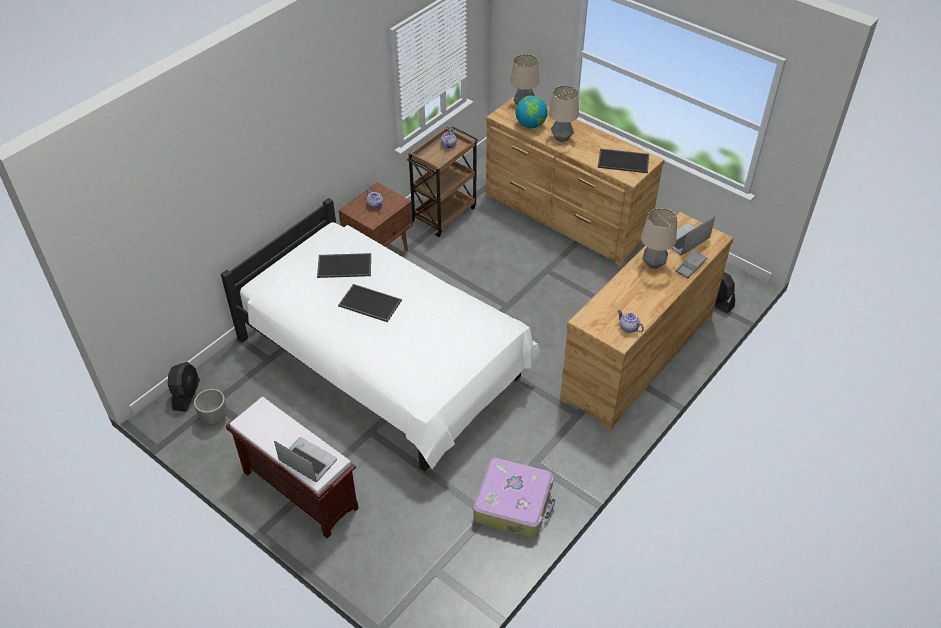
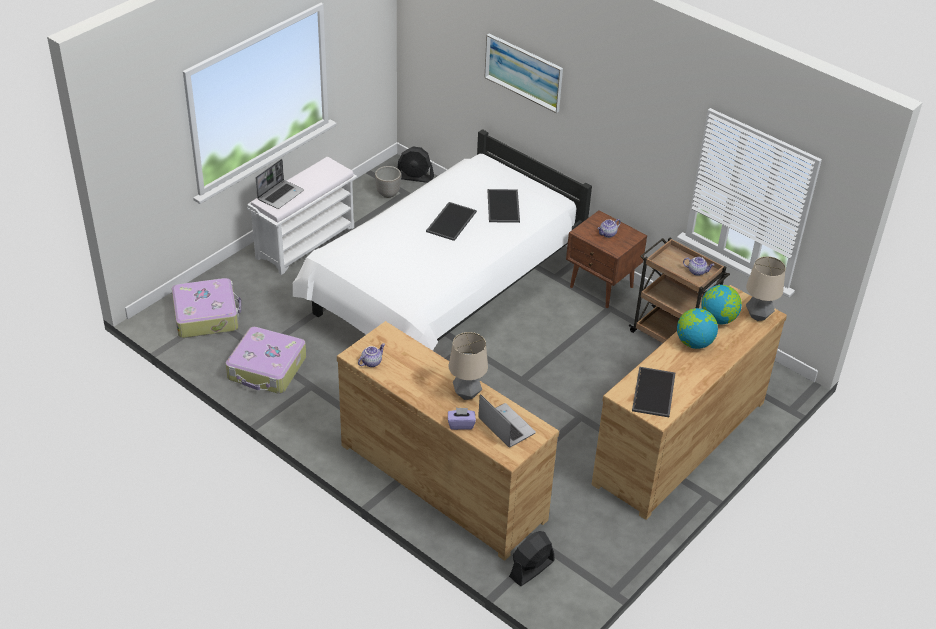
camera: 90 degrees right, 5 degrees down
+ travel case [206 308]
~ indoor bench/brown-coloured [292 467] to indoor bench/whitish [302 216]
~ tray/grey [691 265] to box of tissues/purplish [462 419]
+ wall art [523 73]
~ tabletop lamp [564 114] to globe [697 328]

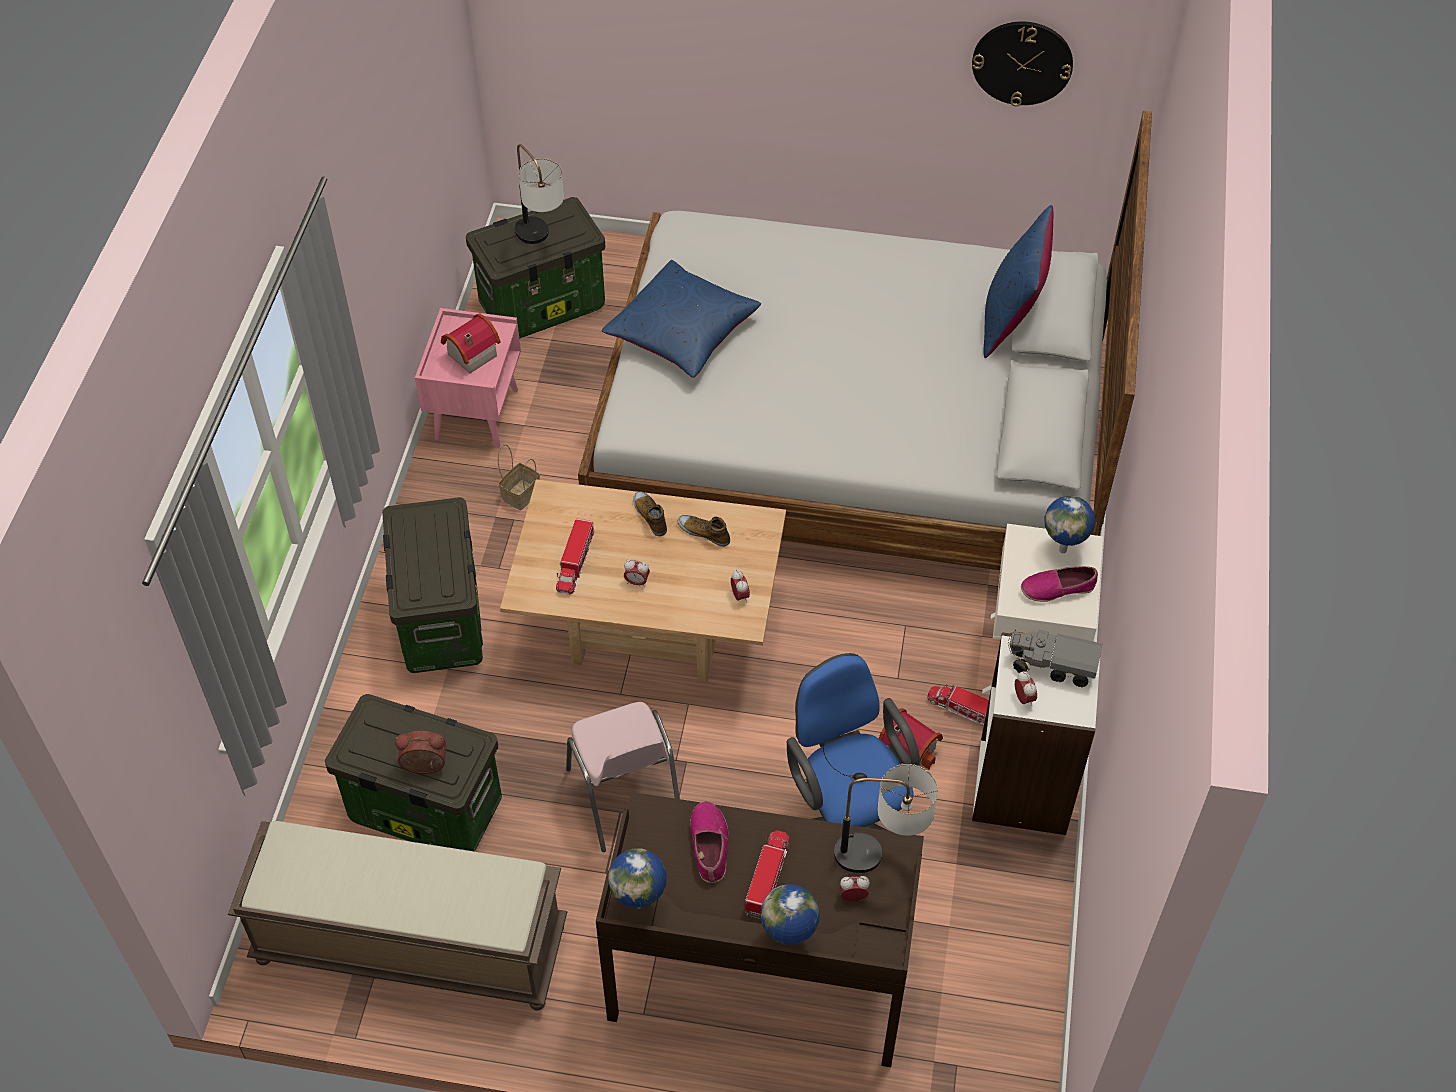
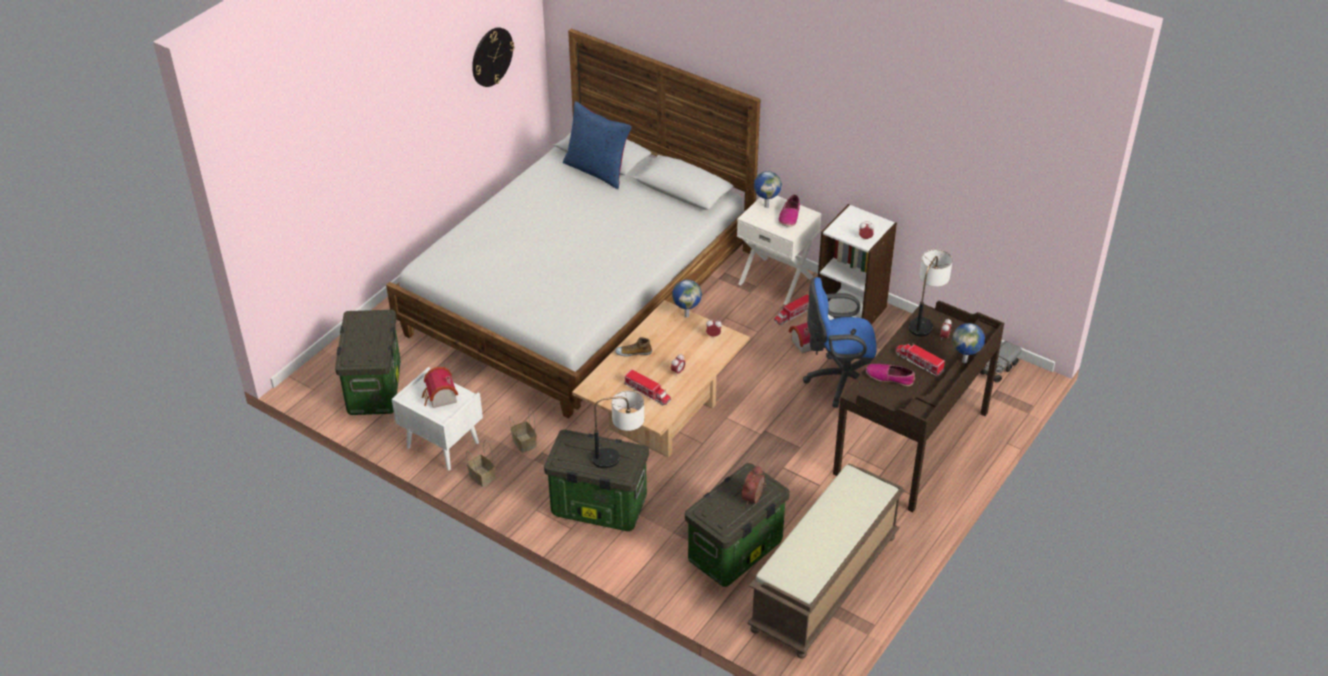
camera: 65 degrees left, 10 degrees down
~ bedside table/pinkish [468 378] to bedside table/whitish [437 419]
+ basket [481 463]
~ tabletop lamp [539 194] to [618 429]
~ globe [637 878] to [687 299]
~ model truck [1055 658] to [1001 361]
- plain chair/pinkish [623 777]
- pillow/bluish [681 319]
- item of footwear [704 531]

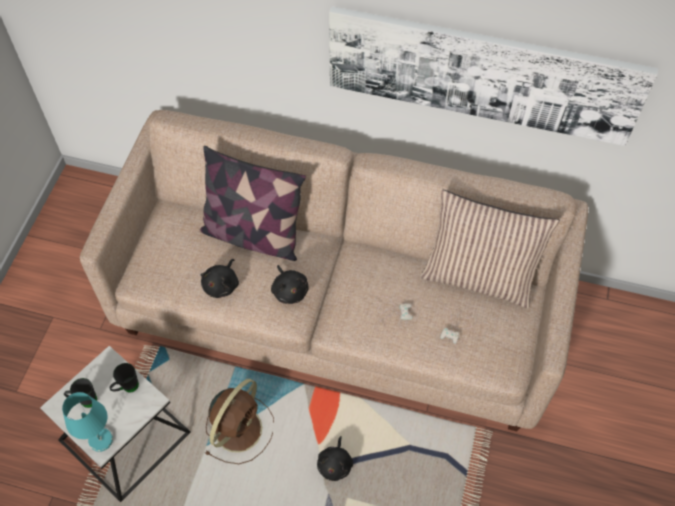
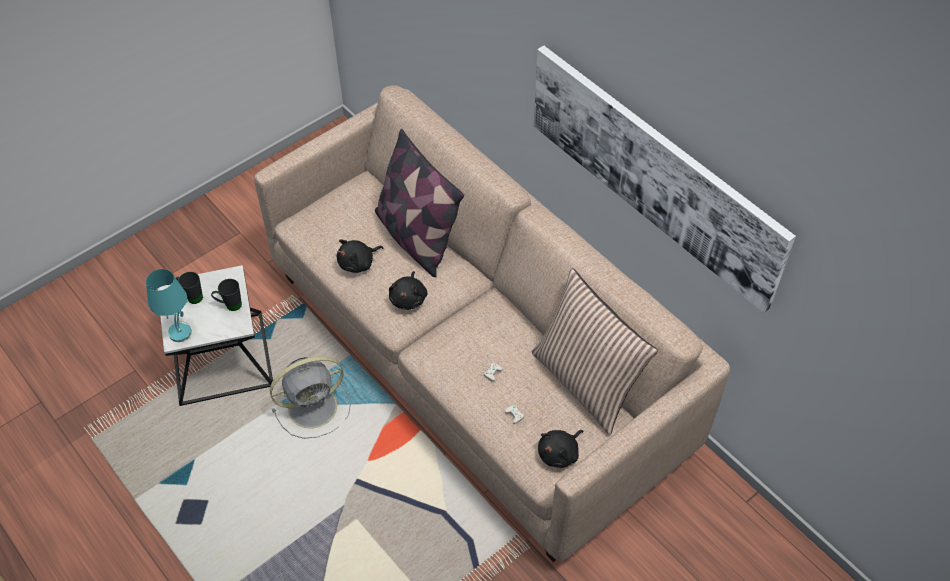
camera: 35 degrees right, 5 degrees down
~ cooling fan/brown-coloured [240 421] to cooling fan/grey [310 397]
~ plush toy/black [335 458] to [560 449]

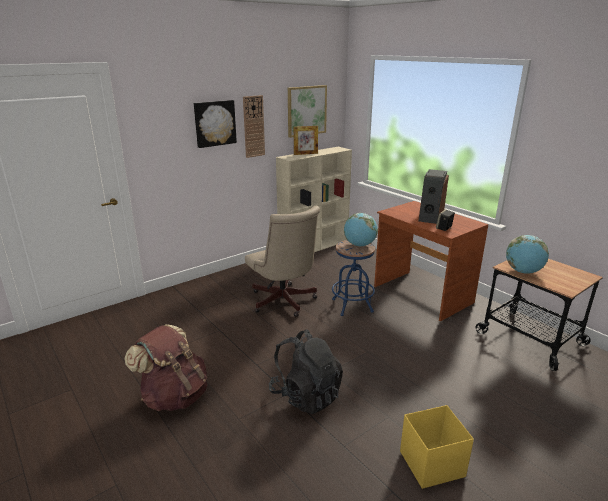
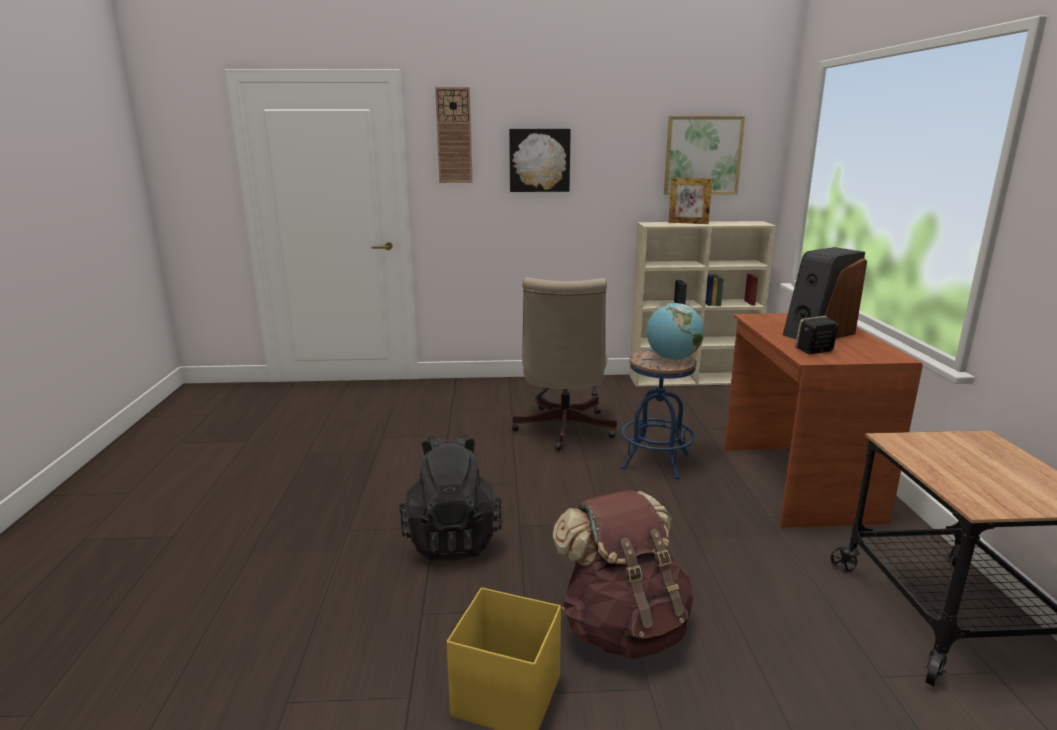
camera: 35 degrees right, 5 degrees down
~ hanging clock [254 126] to [454 135]
~ rucksack/brown-coloured [165 367] to [623 574]
- globe [527 254]

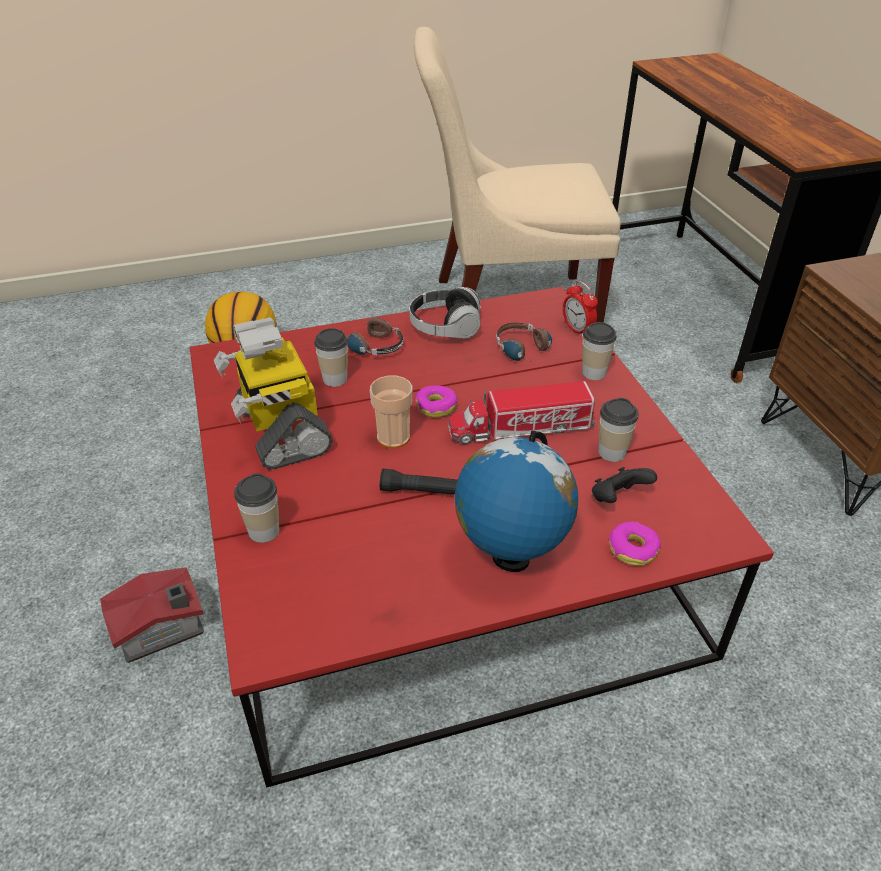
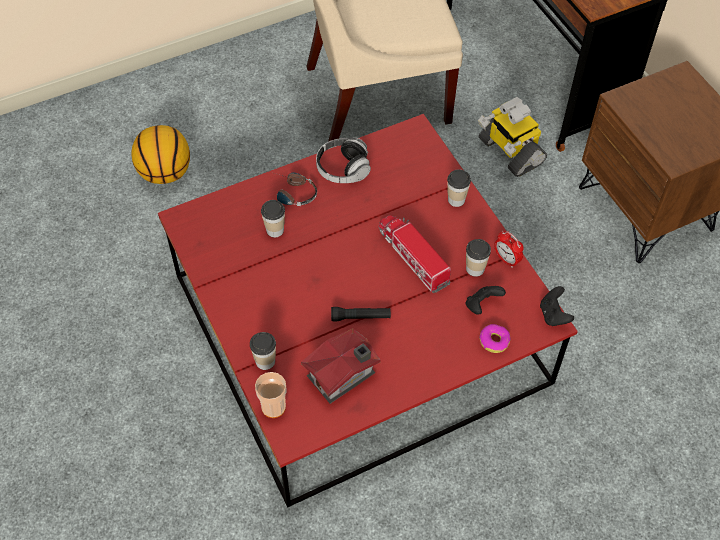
camera: 10 degrees left, 15 degrees up
~ small cup [391 412] to [271 395]
~ model house [152 615] to [340 366]
~ model truck [522 412] = [415 254] 75 degrees clockwise
~ model robot [273 393] to [512 137]
~ table clock [580 309] to [509 249]
+ gamepad/black [557 306]
- doughnut [436 401]
- globe [516 501]
- pair of headphones [524 344]

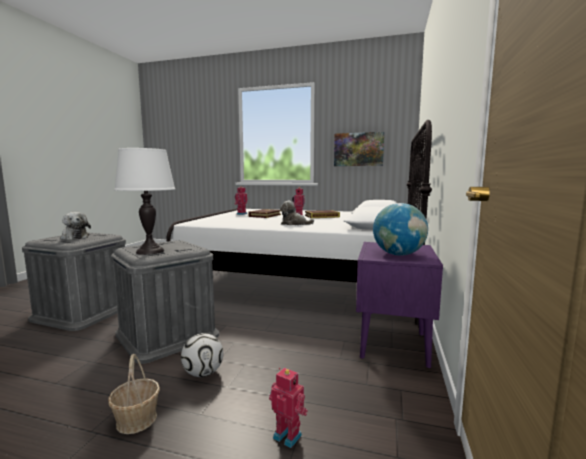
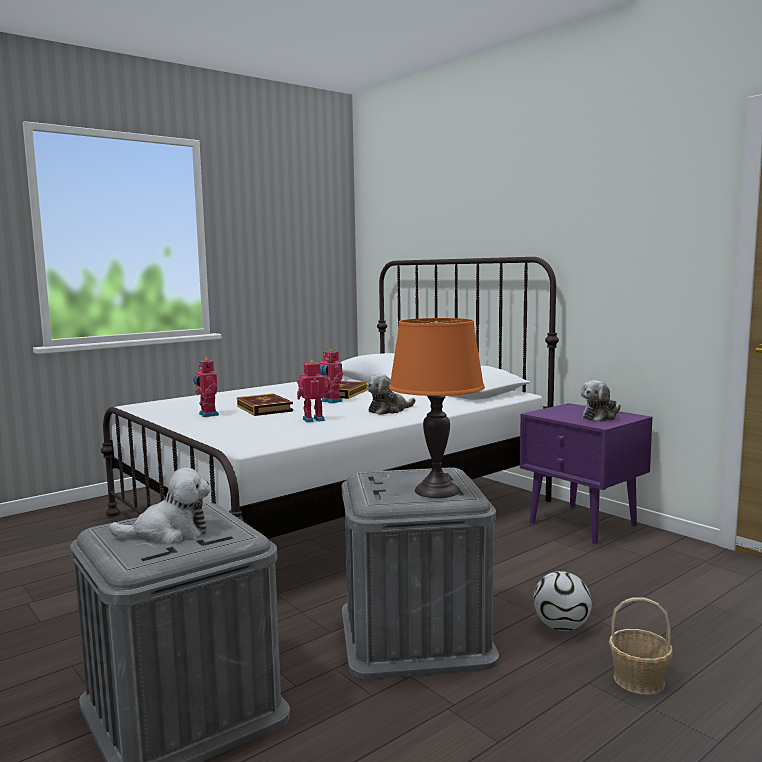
camera: 55 degrees left, 0 degrees up
~ model robot [288 408] to [312 391]
~ tabletop lamp/whitish [144 201] to tabletop lamp/orangey [437 408]
~ globe [400 229] to plush toy [601 401]
- wall art [359 149]

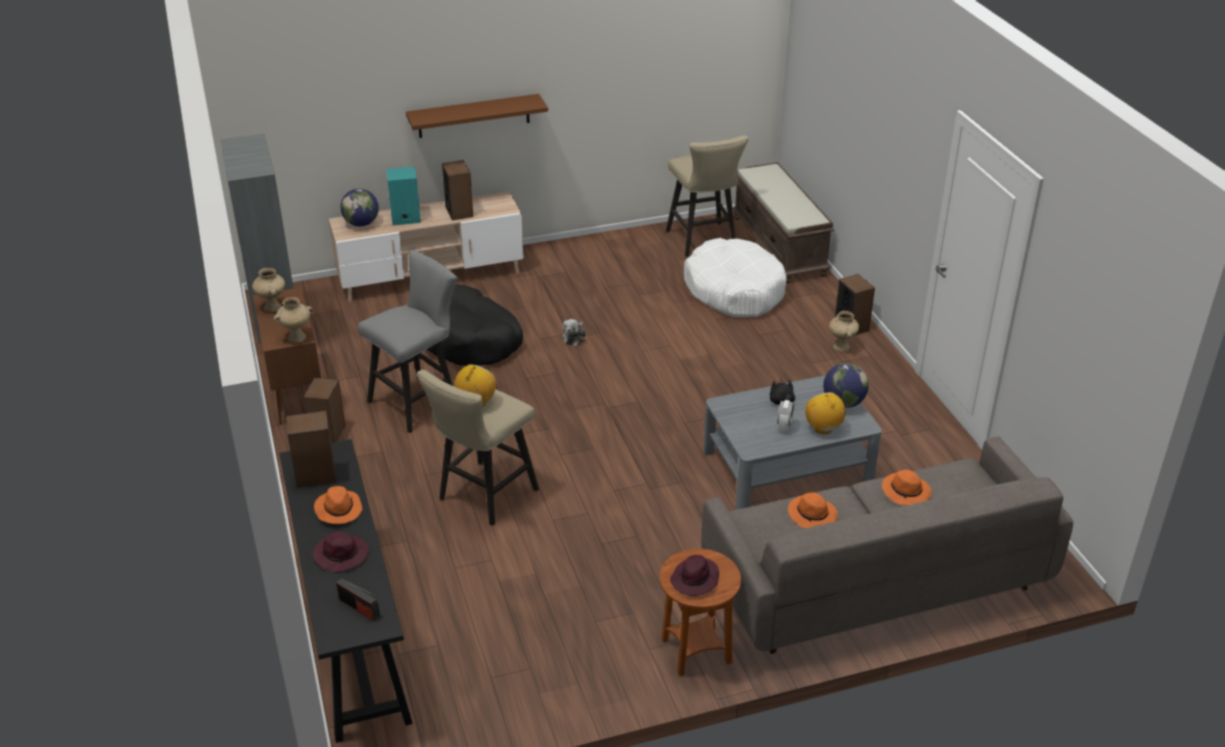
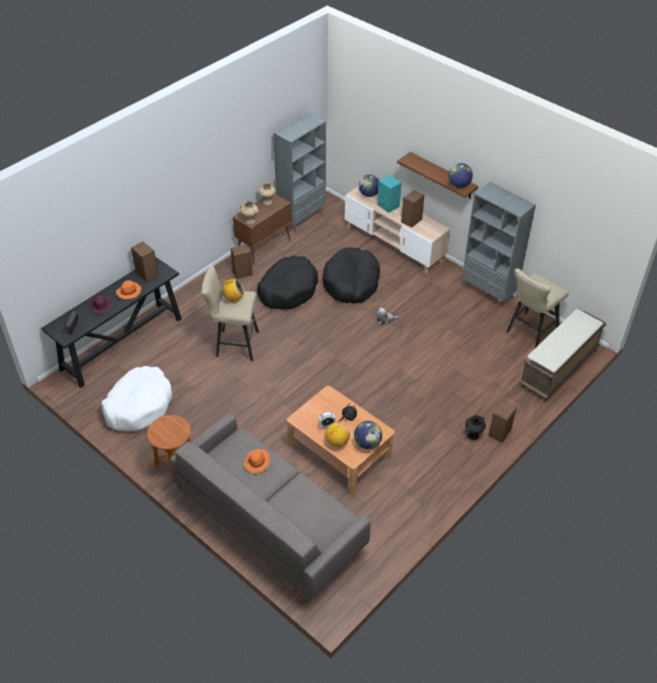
camera: 60 degrees right, 10 degrees up
~ dog bed/whitish [735 277] to [136 398]
~ stool/grey [407 341] to dog bed/black [287 282]
~ low table/grey [793 442] to low table/brown-coloured [341 439]
+ globe [460 175]
+ bookcase/grey [499 245]
~ flower vase/sand-coloured [844 331] to flower vase/black [475 427]
- clothing hat/purplish [694 575]
- clothing hat/orangey [906 487]

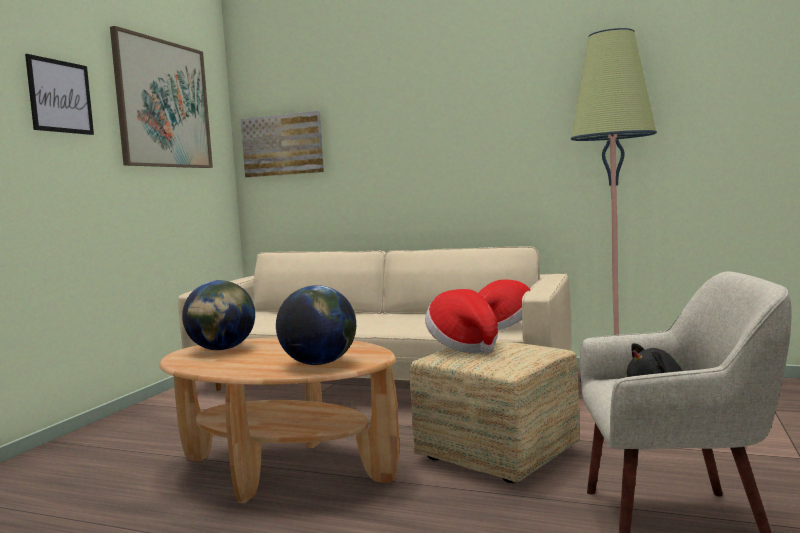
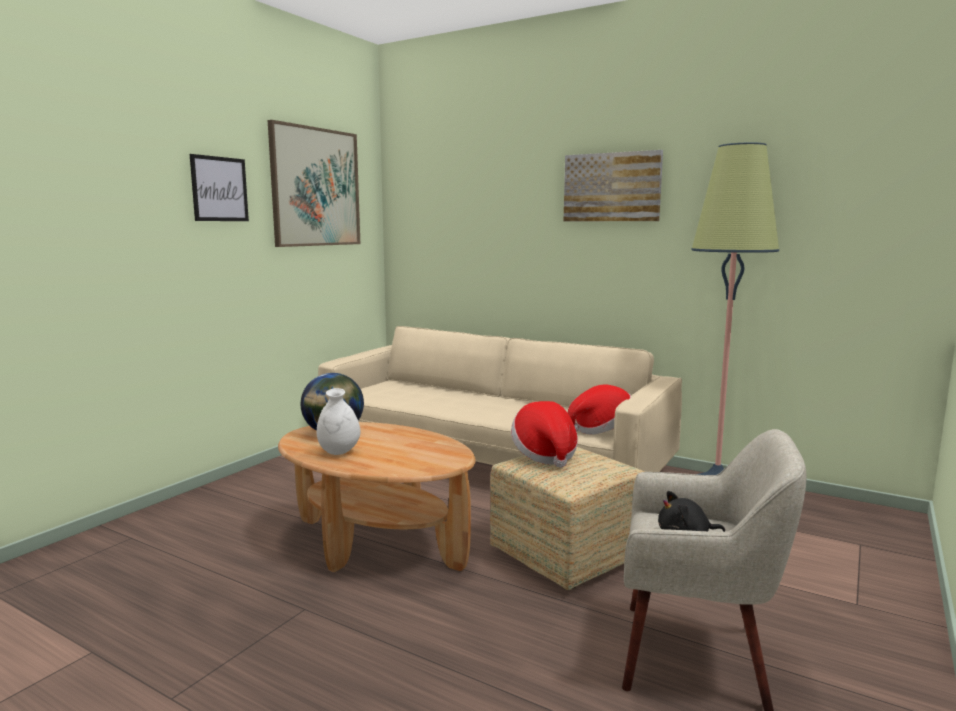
camera: 10 degrees right, 5 degrees up
+ flower vase/whitish [339 421]
~ wall art [282 144] to [613 185]
- globe [316 325]

